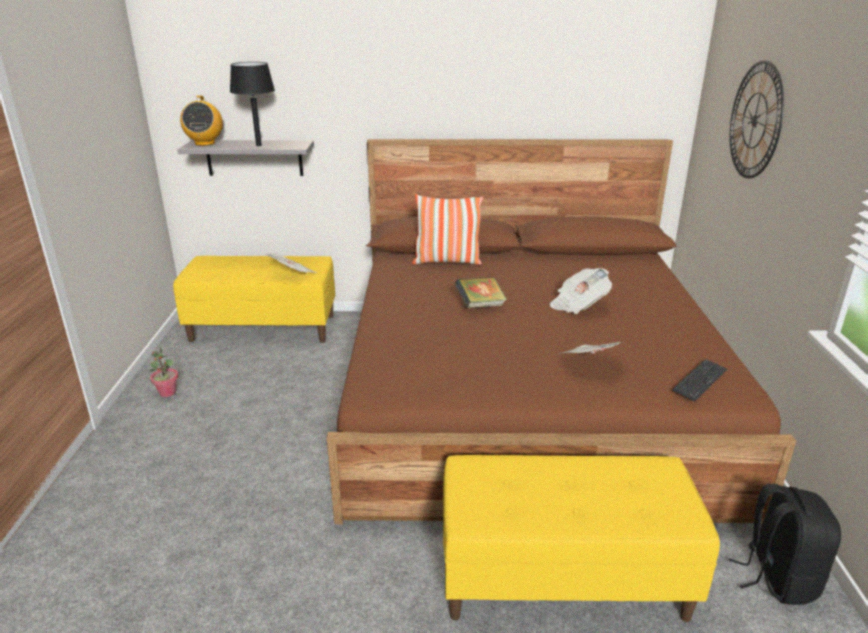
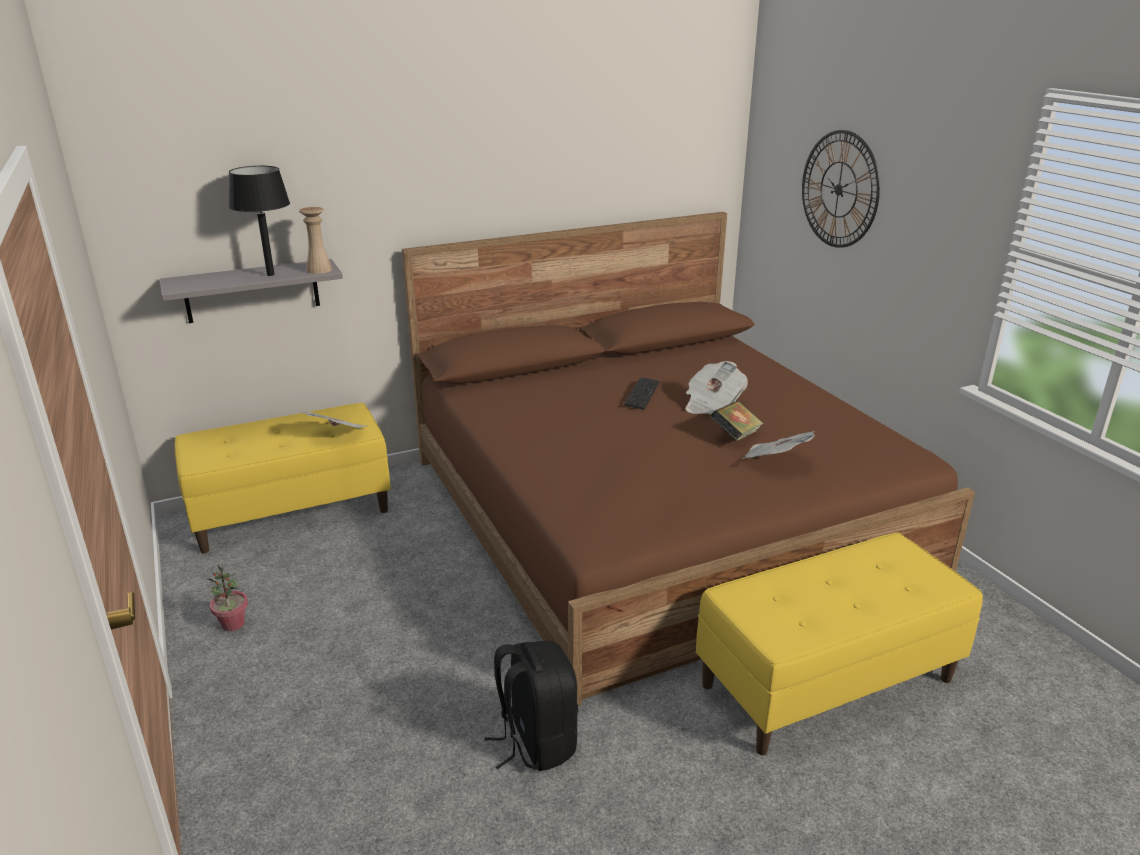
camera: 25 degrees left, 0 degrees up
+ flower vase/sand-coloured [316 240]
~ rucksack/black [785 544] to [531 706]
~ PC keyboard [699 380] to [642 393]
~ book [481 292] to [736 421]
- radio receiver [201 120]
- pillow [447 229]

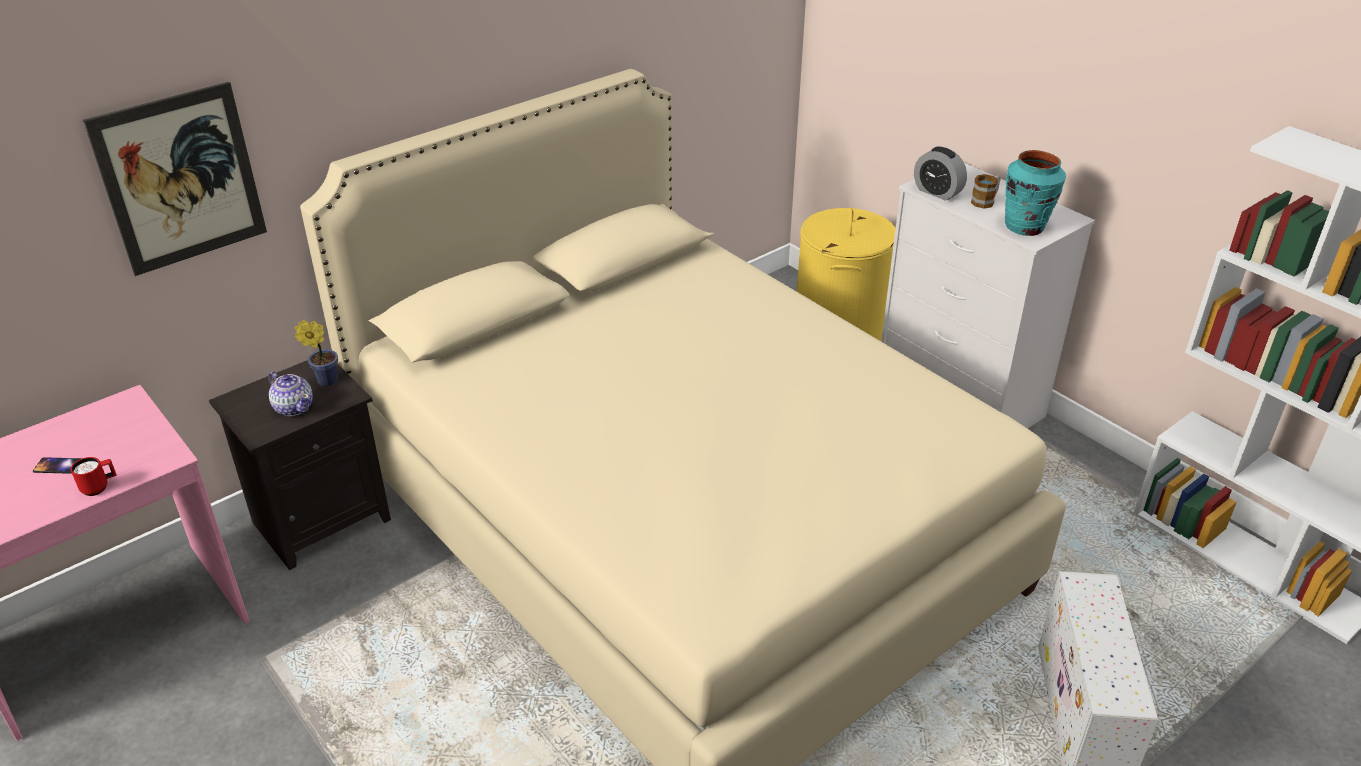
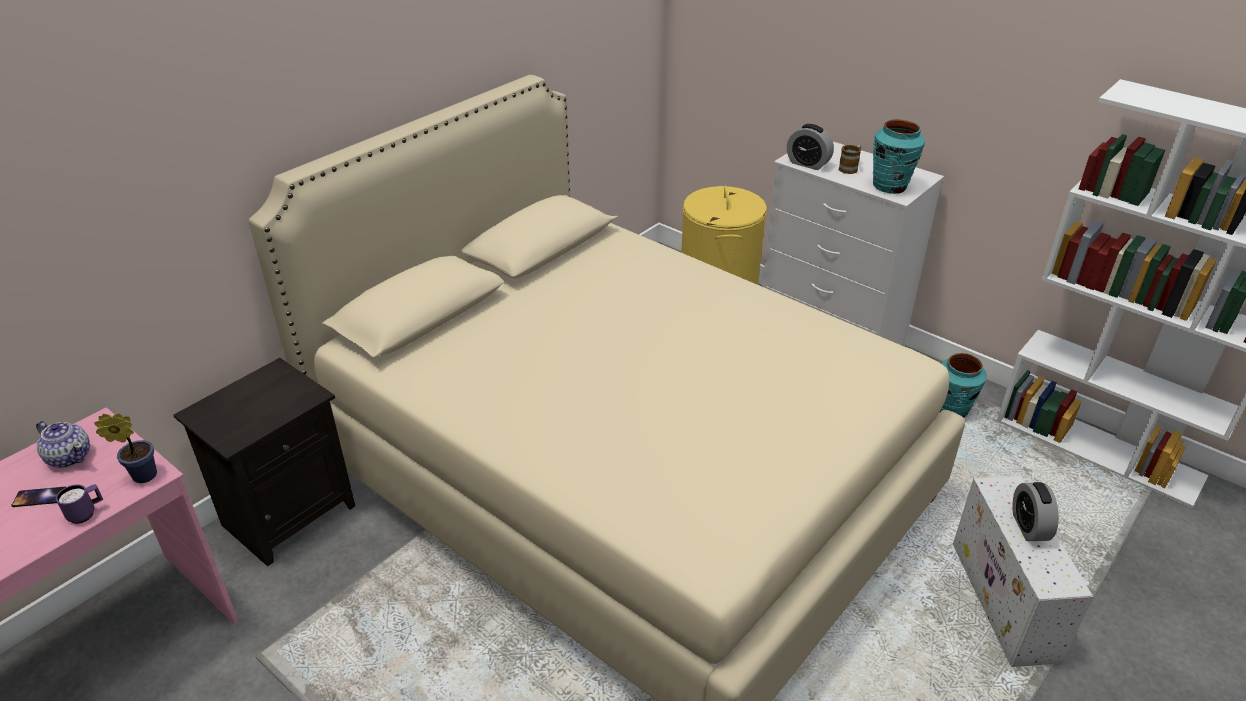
camera: 10 degrees left, 0 degrees up
~ teapot [290 393] to [63 444]
~ mug/reddish [94 476] to mug/purplish [79 504]
~ plant in a pot [316 353] to [125 448]
+ flower vase/blue-green [963 385]
+ table clock [1035 511]
- wall art [175 179]

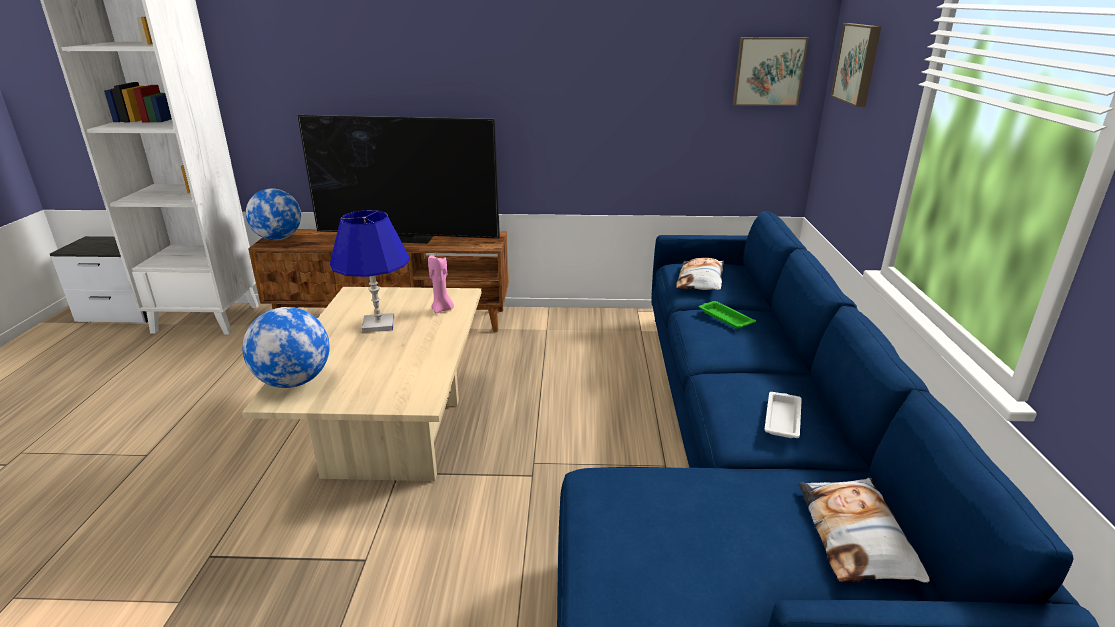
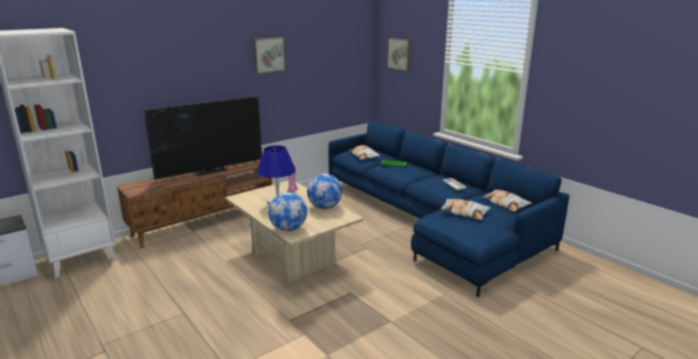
camera: 40 degrees left, 5 degrees down
~ wall art [771 71] to [269 55]
~ globe [273 214] to [324 191]
+ pillow [465 209]

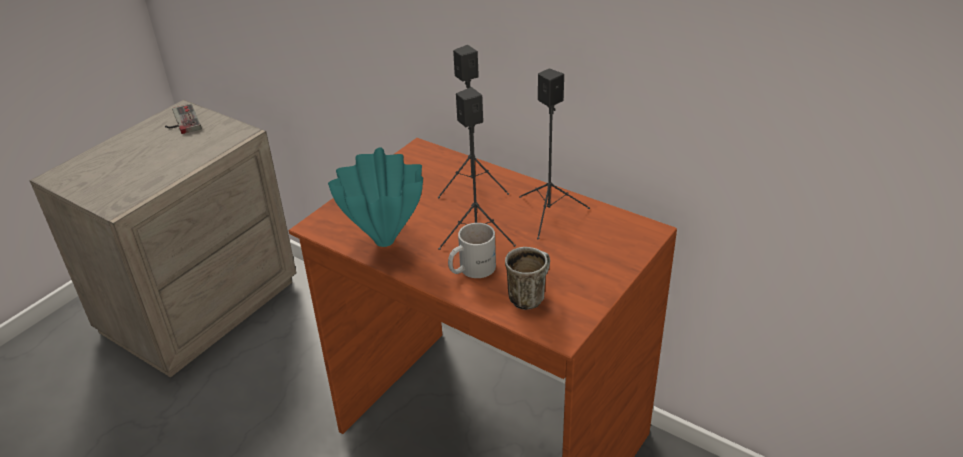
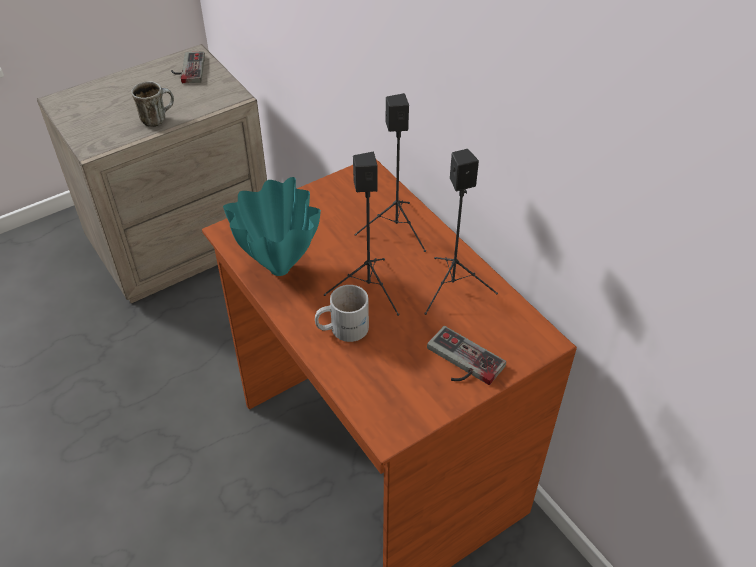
camera: 20 degrees right, 10 degrees up
~ mug [527 278] to [152 104]
+ gamepad [466 355]

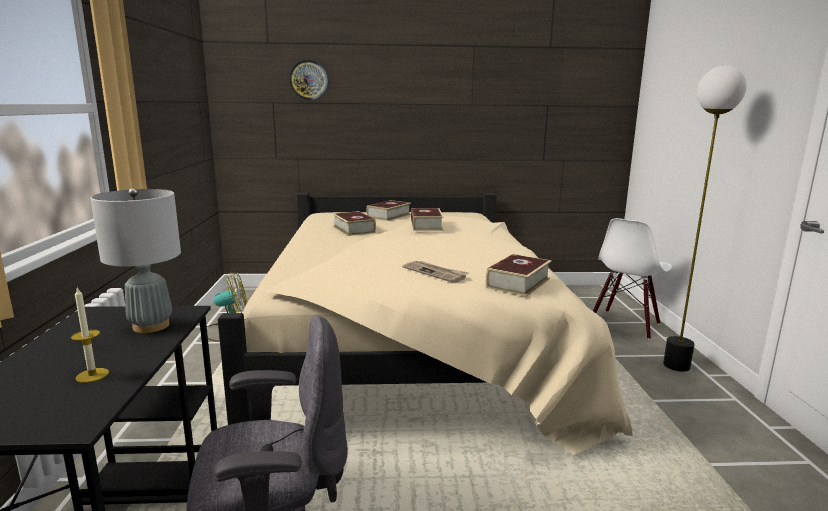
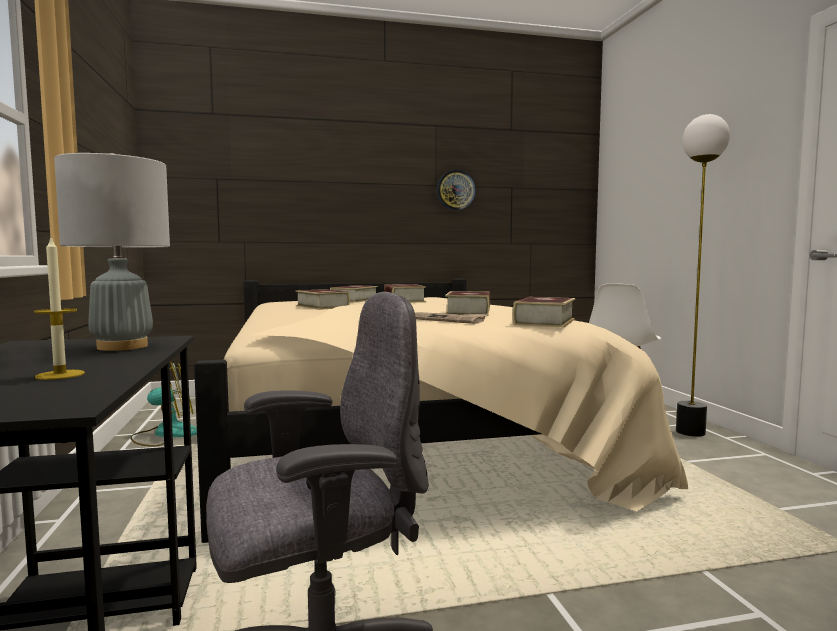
camera: 10 degrees left, 10 degrees down
~ hanging clock [308 80] to [456 190]
+ book [467 303]

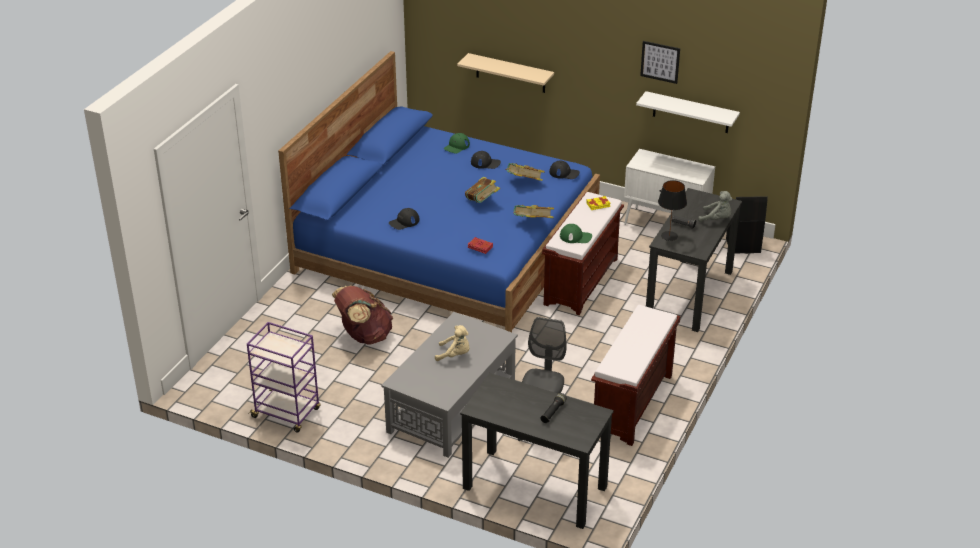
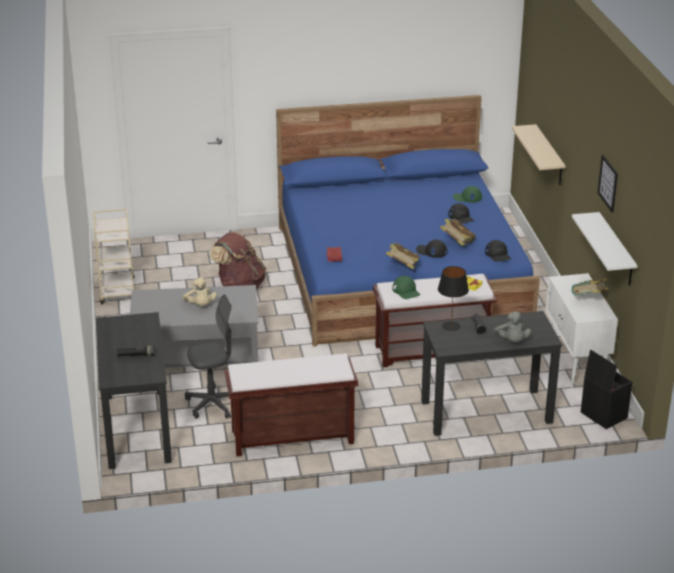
camera: 55 degrees right, 5 degrees down
~ wheeled cart/purplish [284 377] to wheeled cart/sand-coloured [113 256]
~ peaked cap/black [404 219] to [431 249]
~ book [482 190] to [590 287]

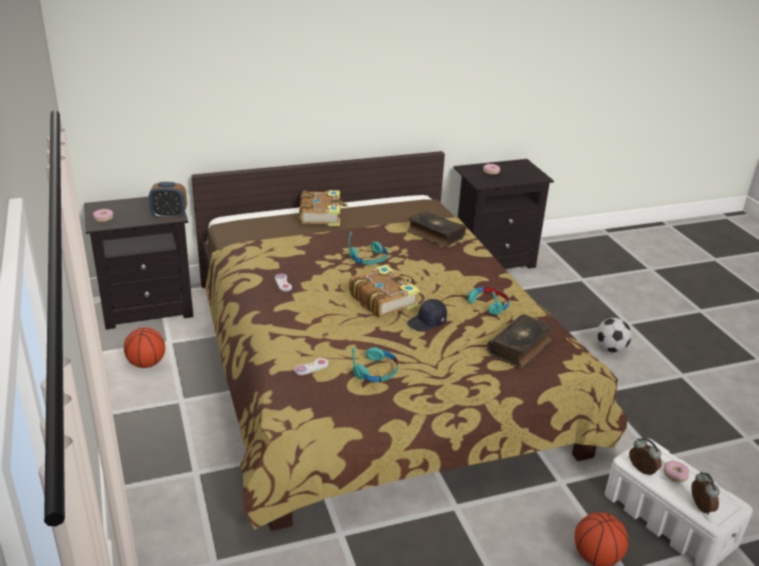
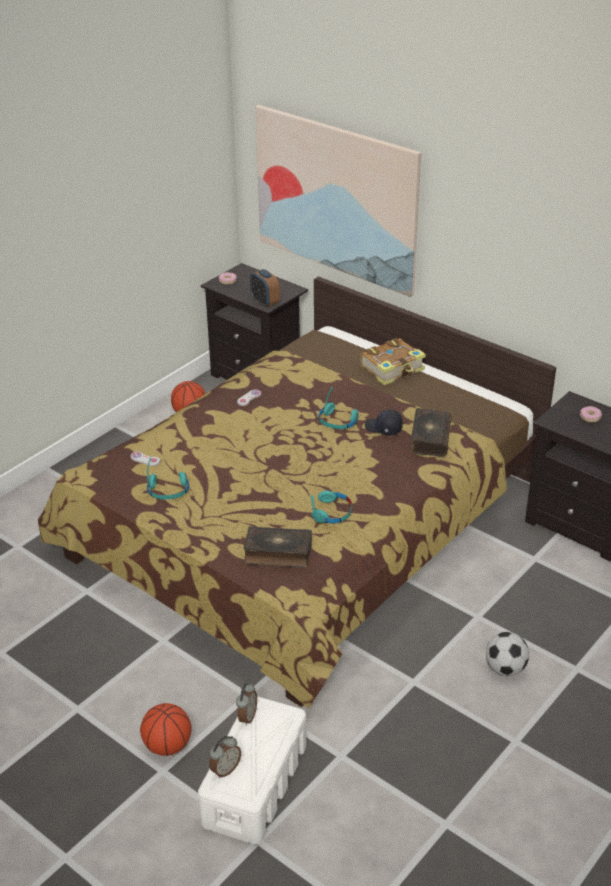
camera: 60 degrees right, 5 degrees up
+ wall art [338 201]
~ peaked cap/black [427 315] to [384 422]
- book [384 291]
- doughnut [677 471]

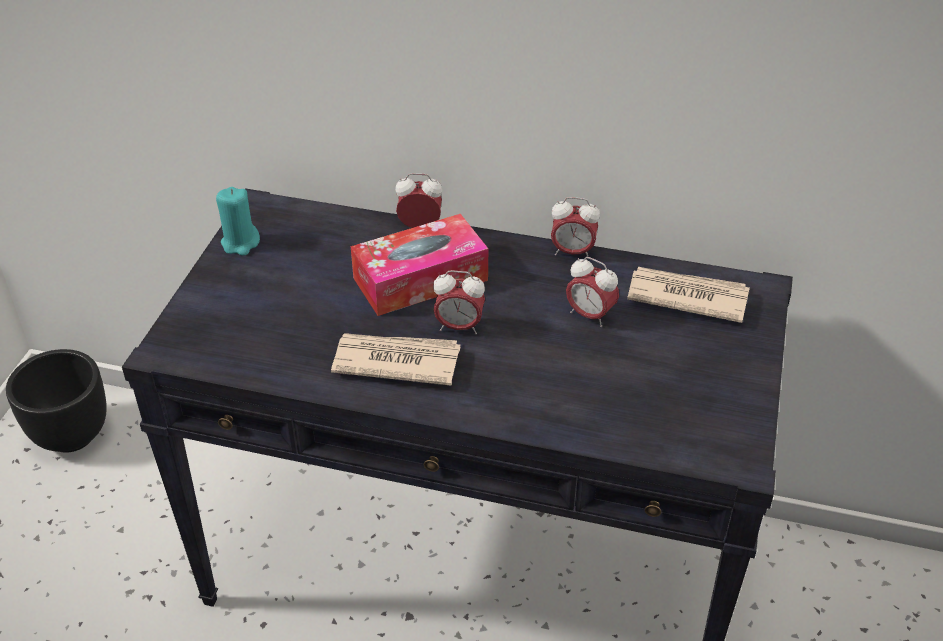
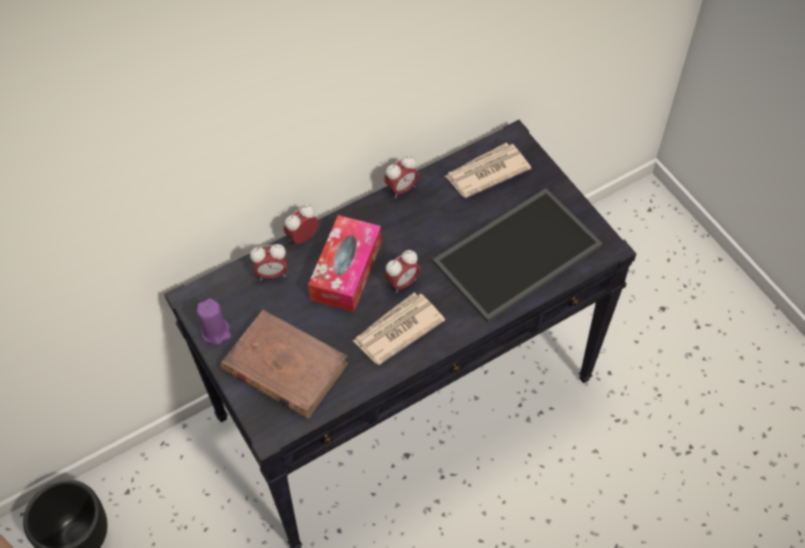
camera: 45 degrees left, 15 degrees up
~ wax candle/blue-green [238 221] to wax candle/purplish [214 321]
+ book/brown-coloured [284 364]
~ table clock [592 292] to [268 262]
+ tray [517 255]

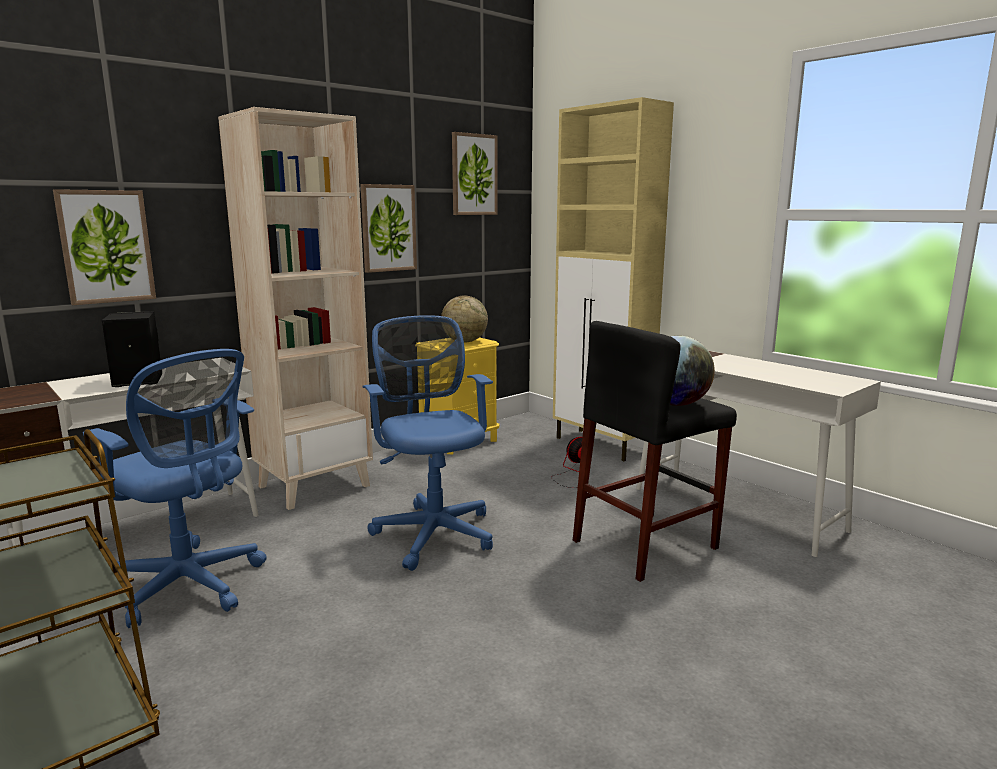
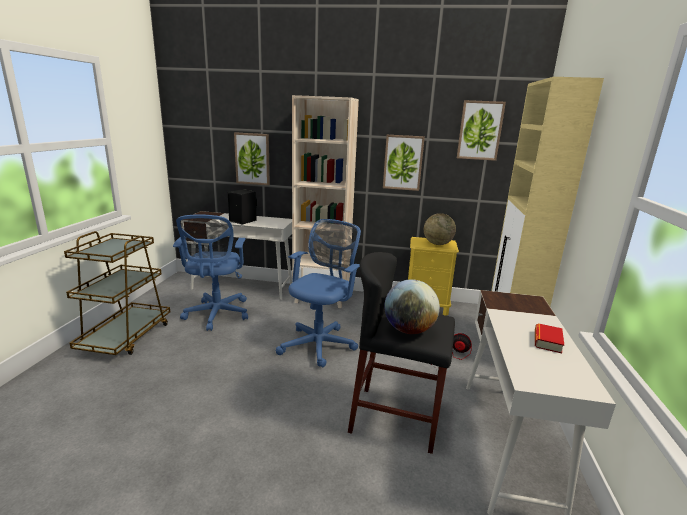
camera: 50 degrees right, 5 degrees up
+ book [549 338]

